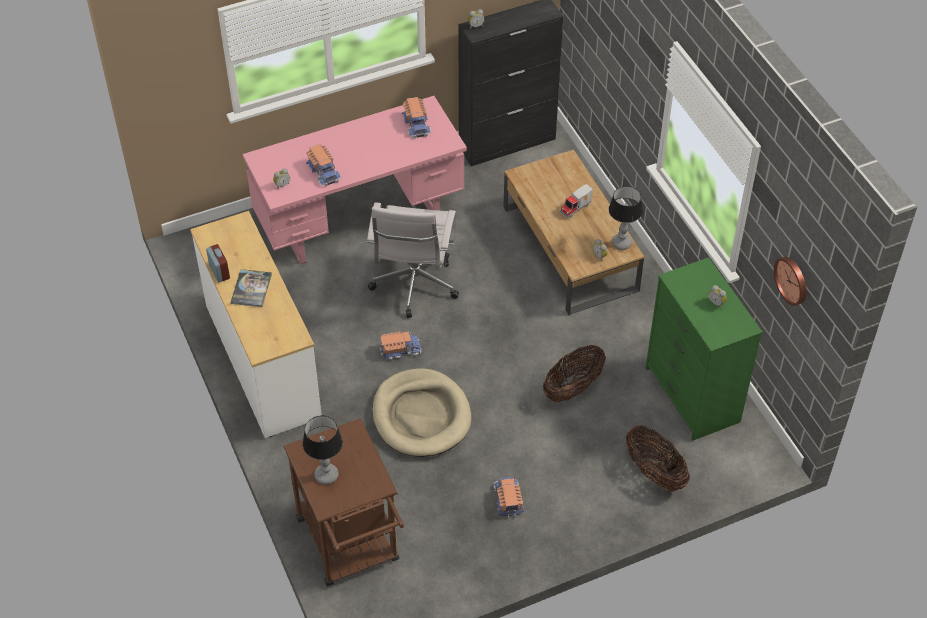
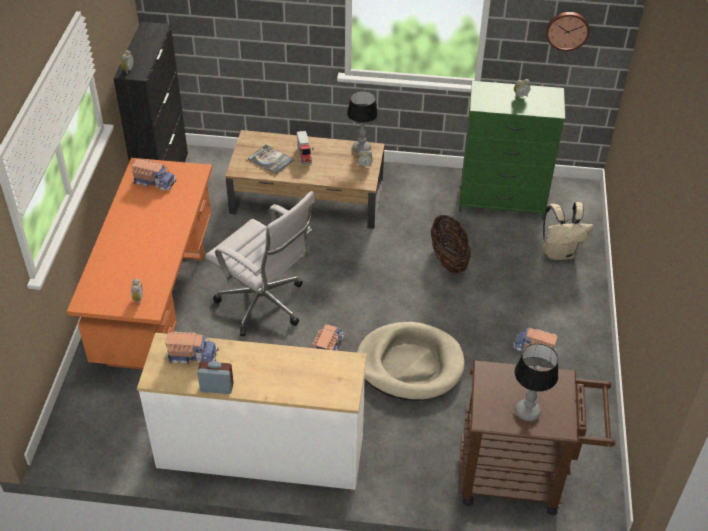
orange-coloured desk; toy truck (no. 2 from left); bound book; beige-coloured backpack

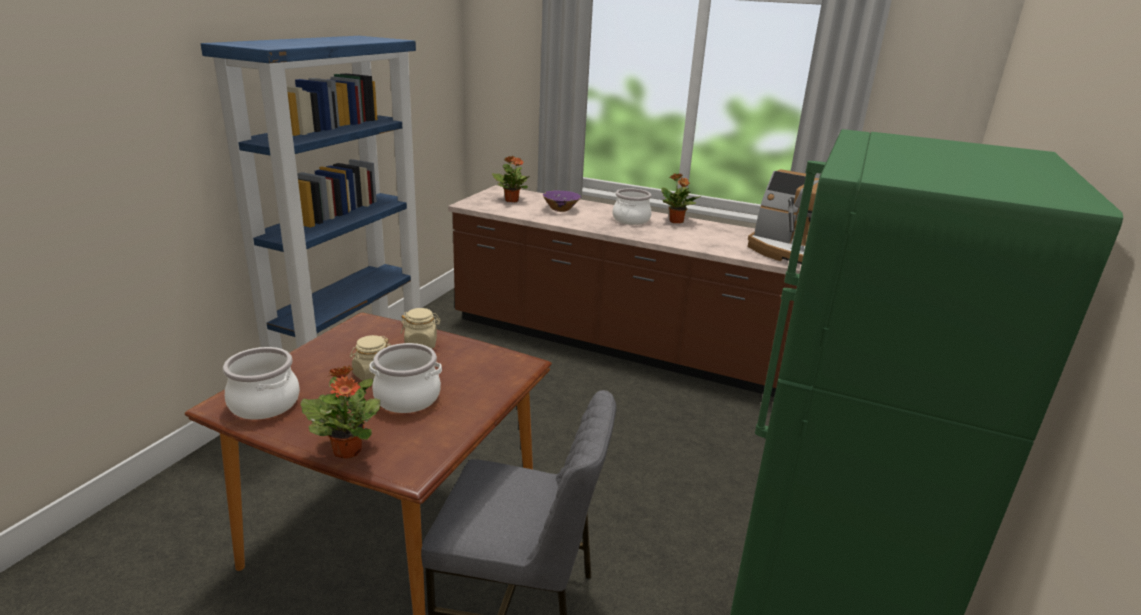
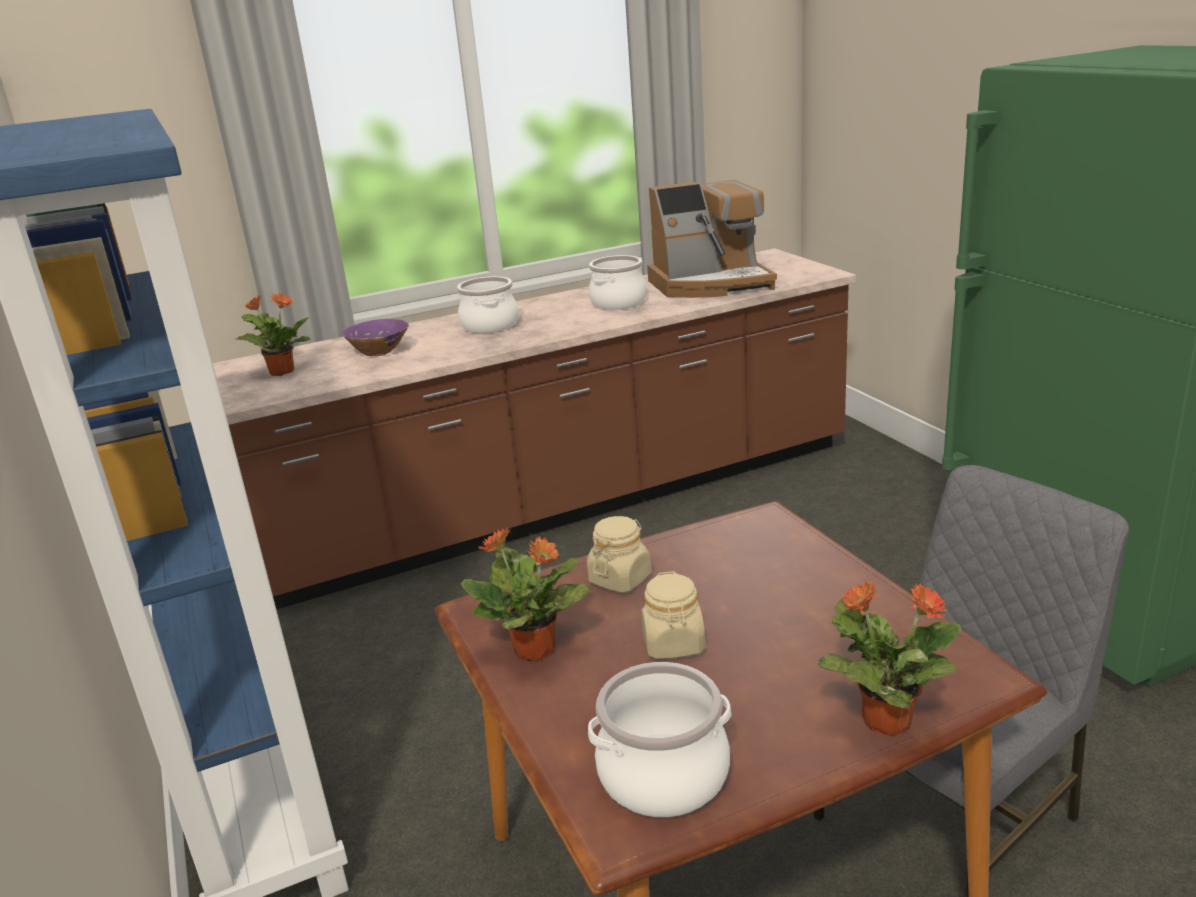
houseplant (no. 2 from left); saucepot (no. 2 from left)

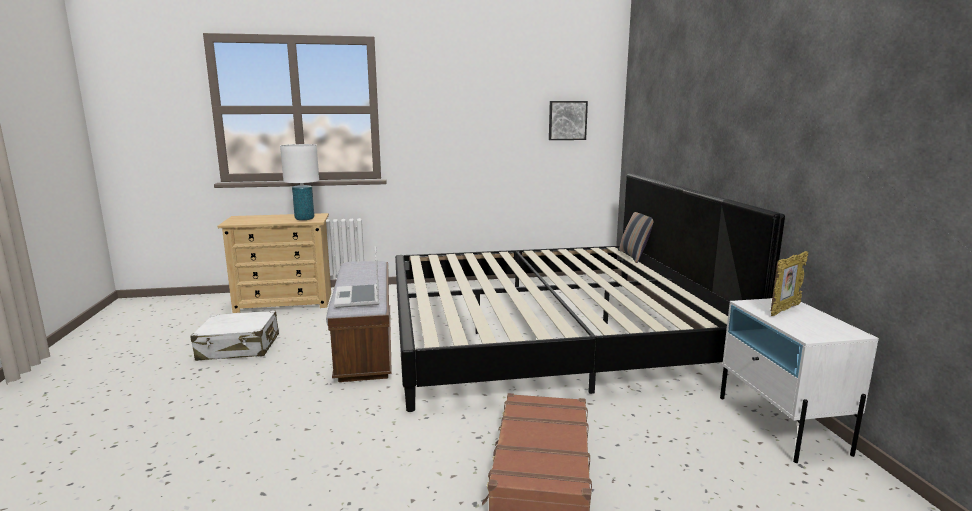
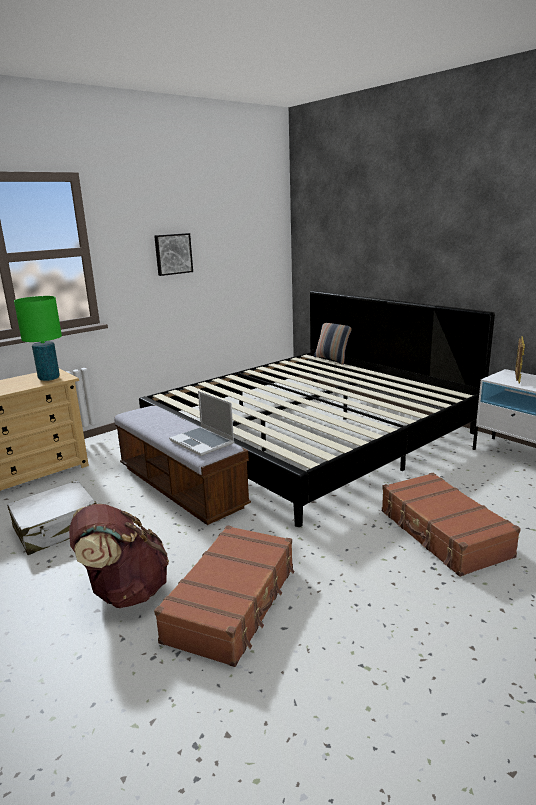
picture; greenish lamp for a table; brownish backpack; brownish piece of luggage (no. 1 from left)

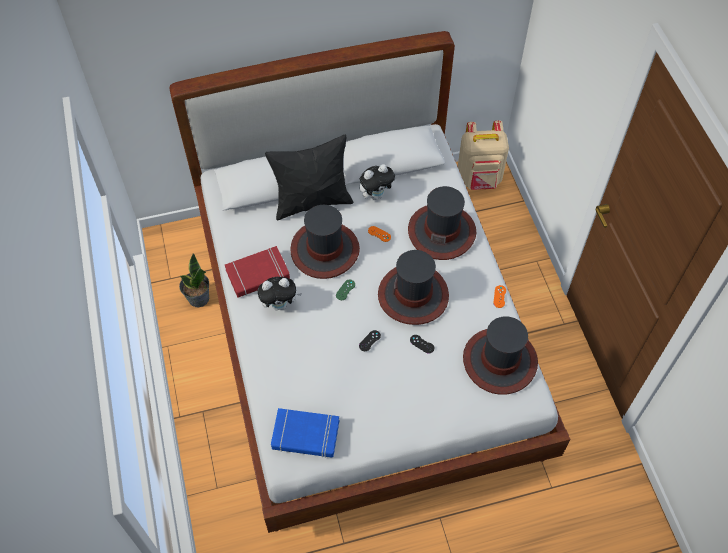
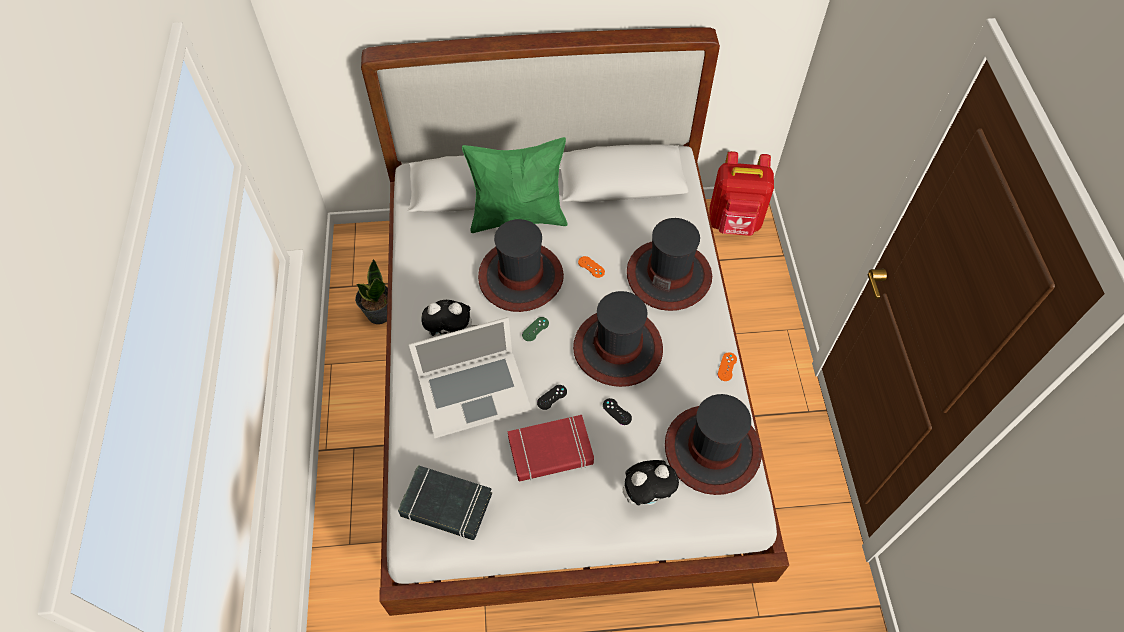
red backpack; greenish cushion; plush toy (no. 2 from left); red bound book; black-coloured bound book; notebook computer

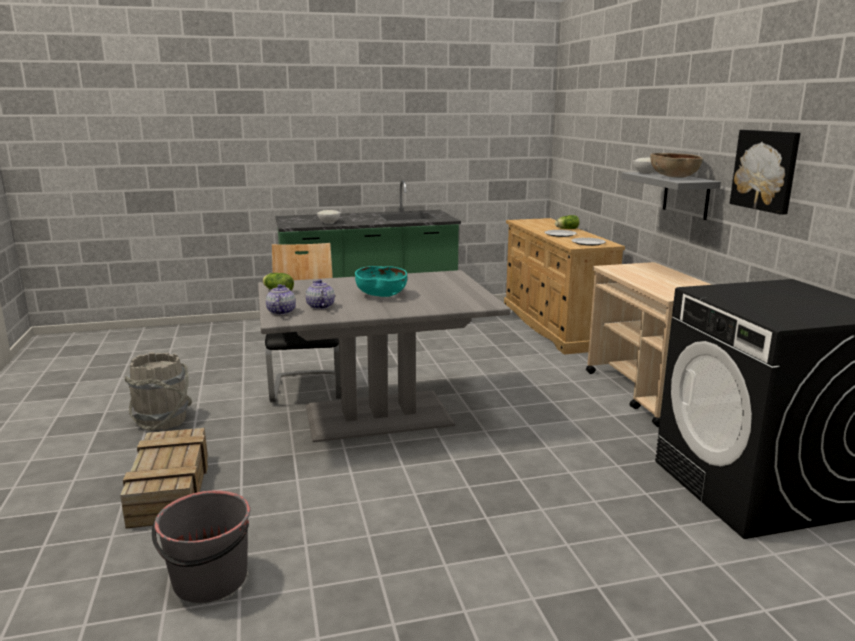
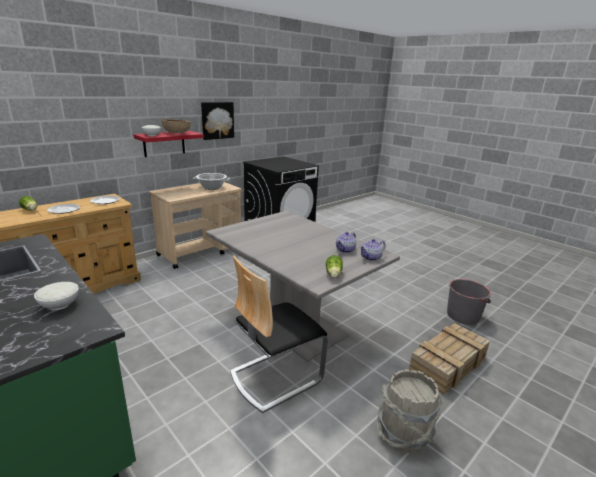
red shelf; turquoise-coloured deep dish; saucepot

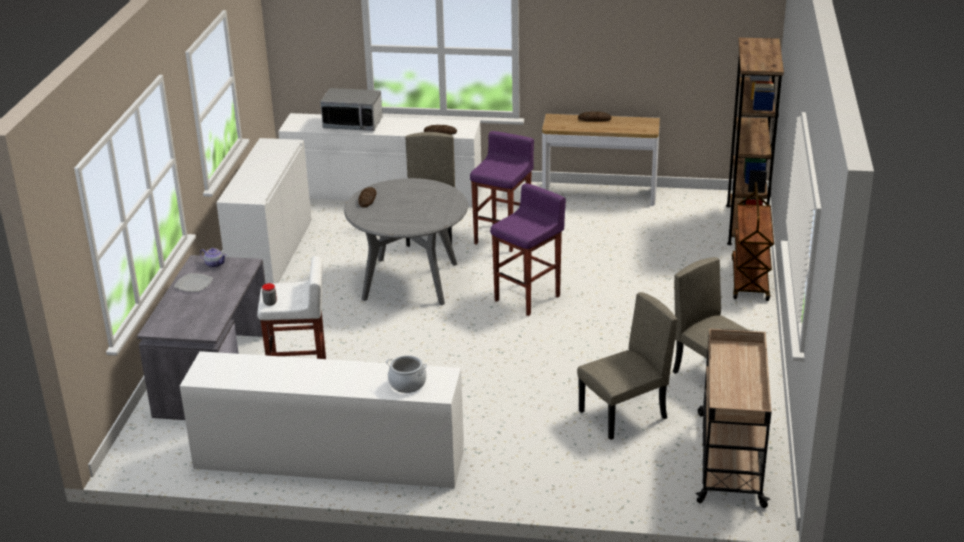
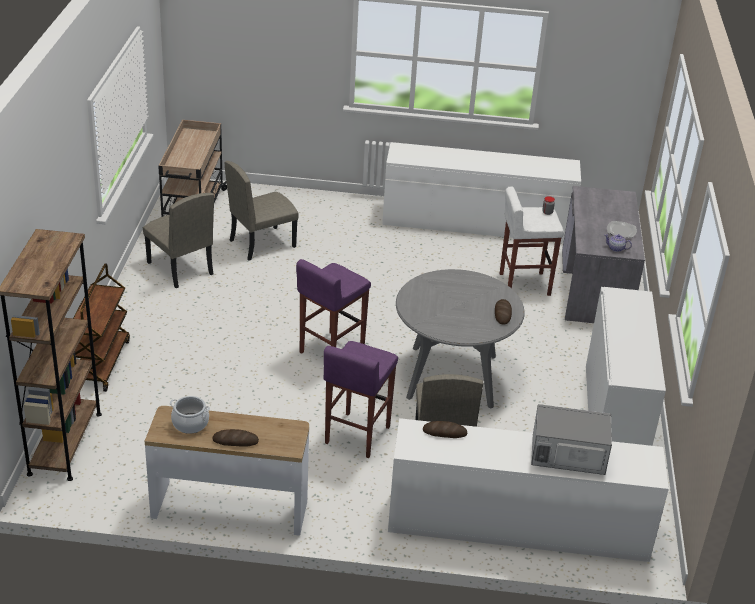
saucepot

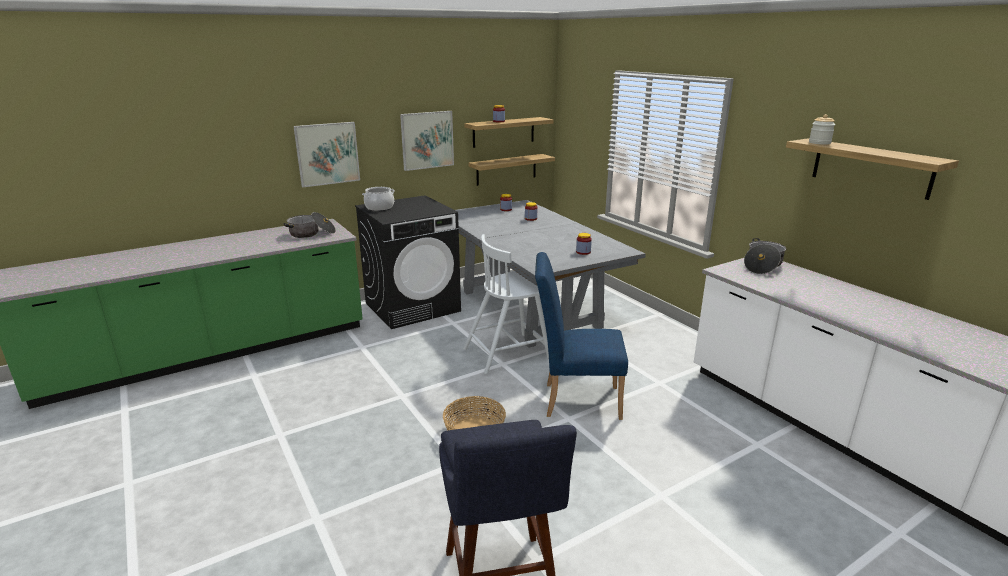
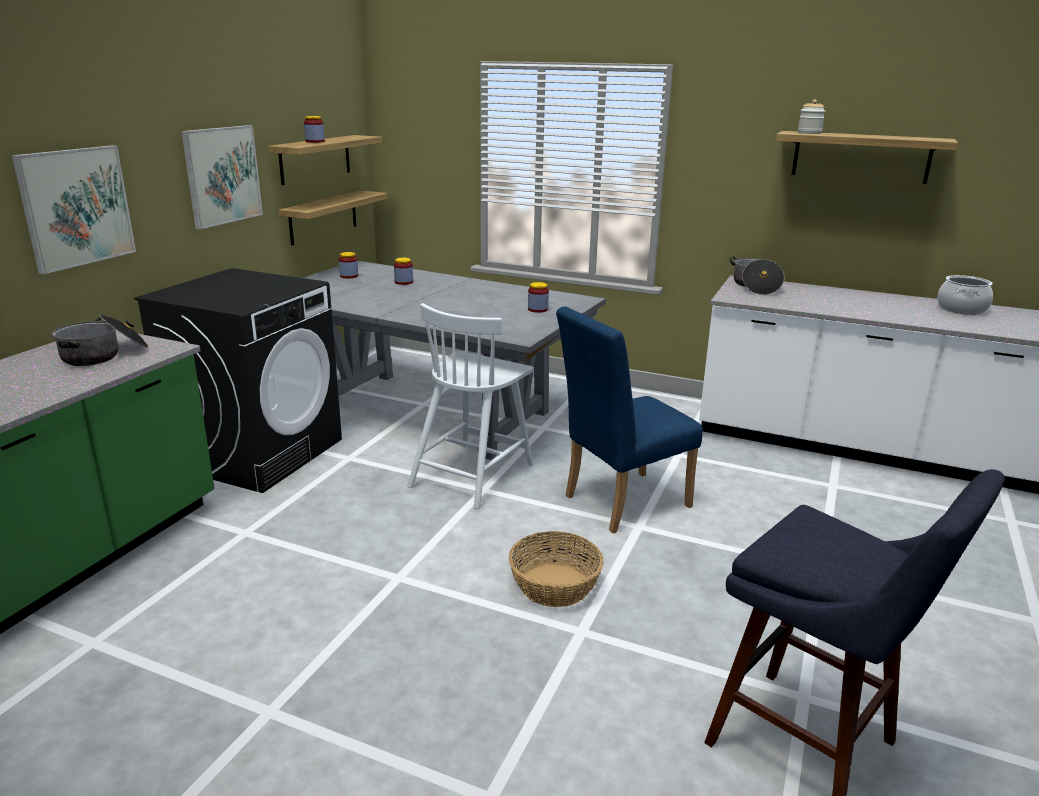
saucepot (no. 3 from left)

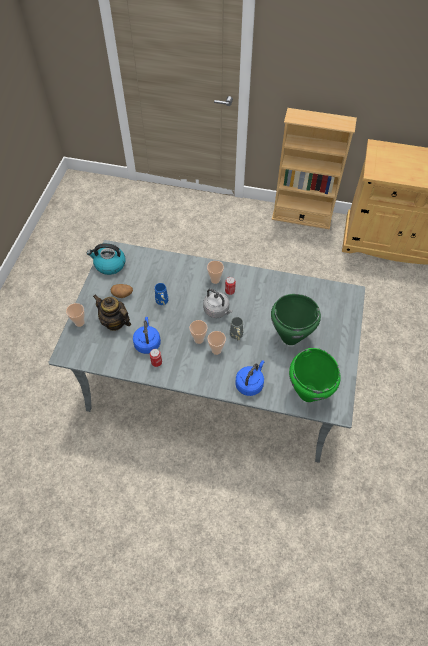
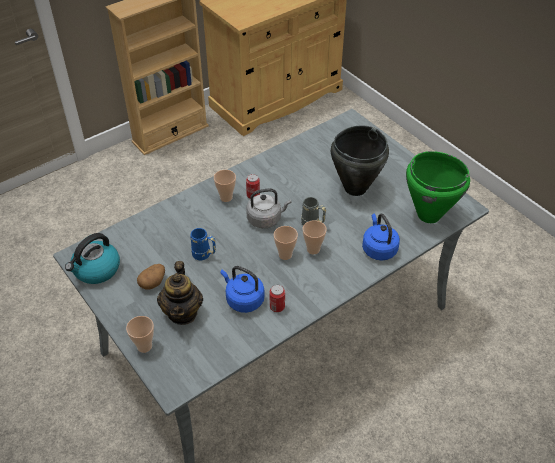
black-coloured saucepot; tea pot

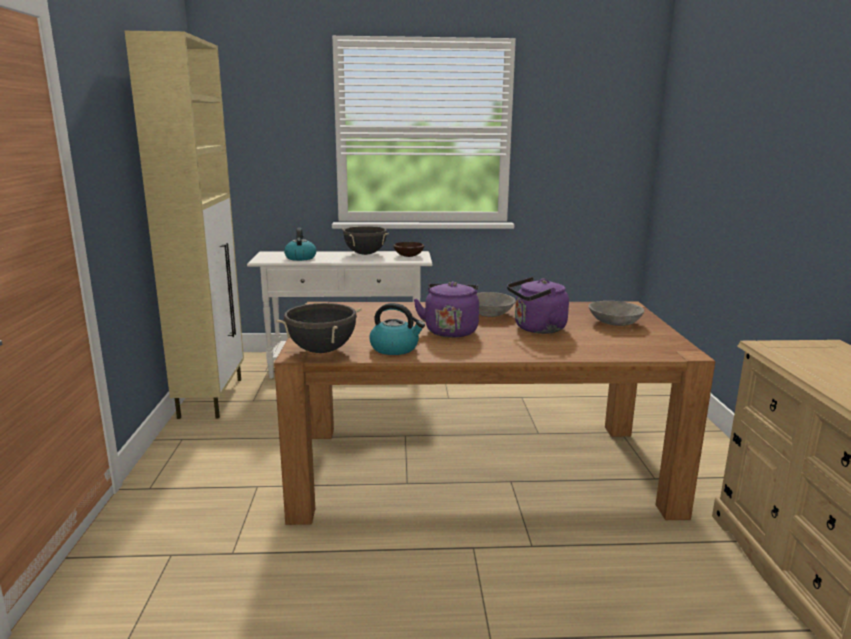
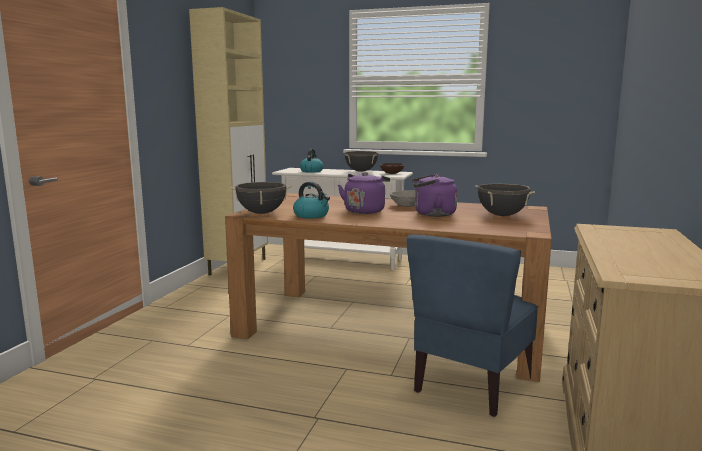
black-coloured saucepot (no. 3 from left); blue-coloured upright chair

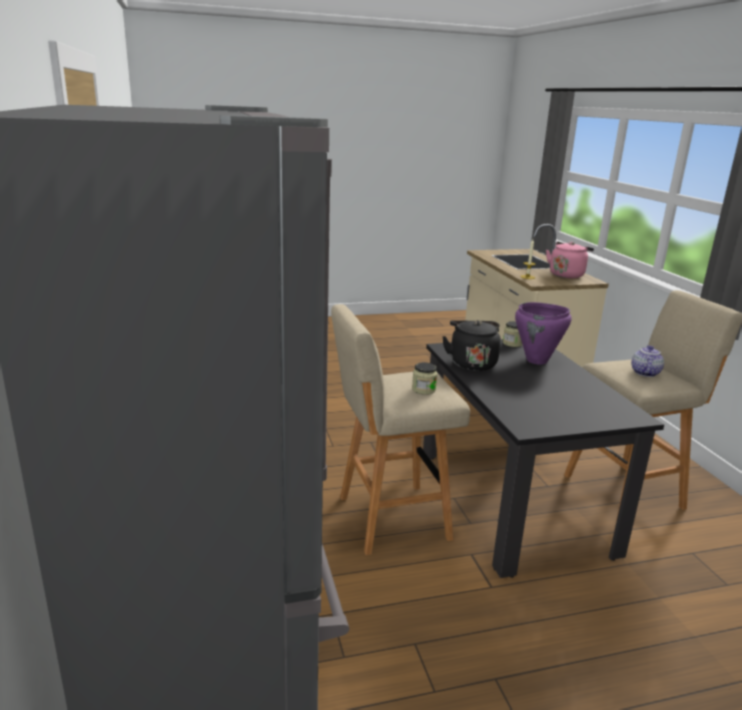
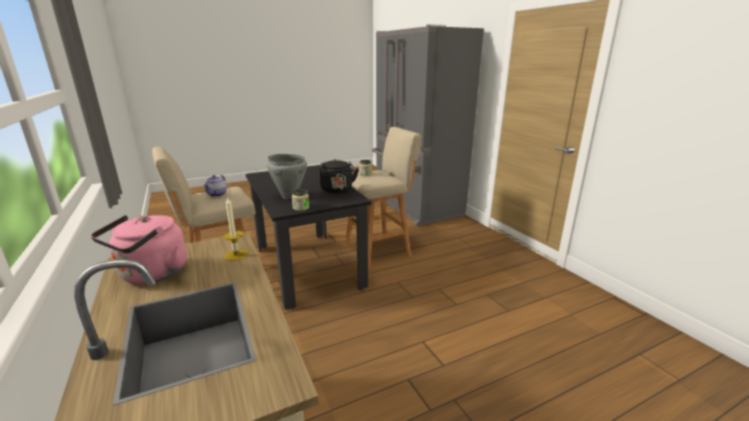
greyish saucepot

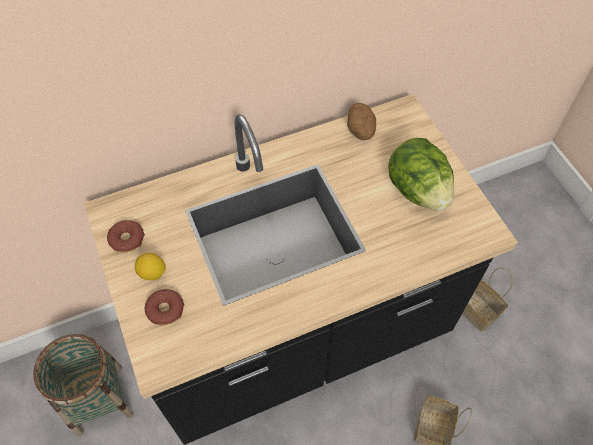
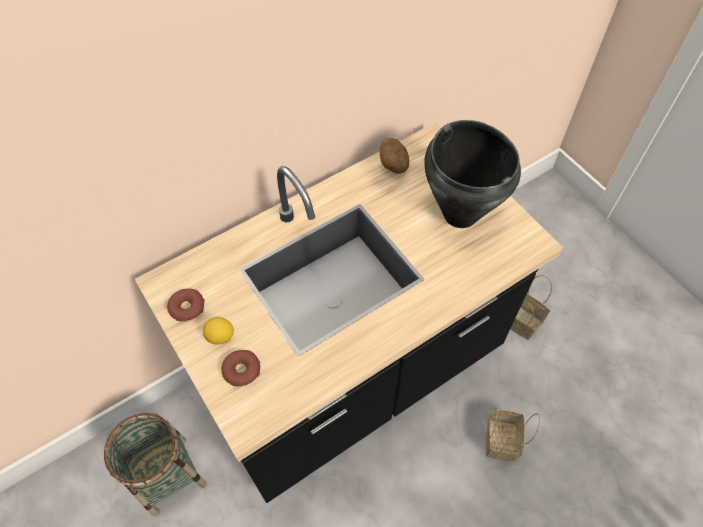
black-coloured saucepot

